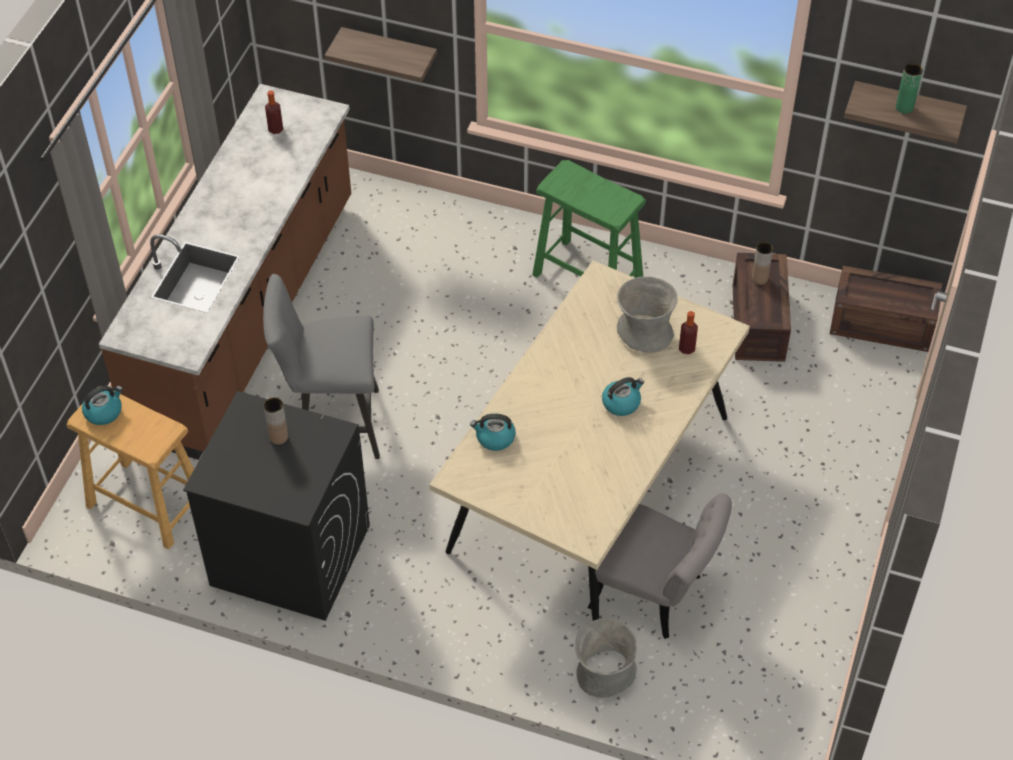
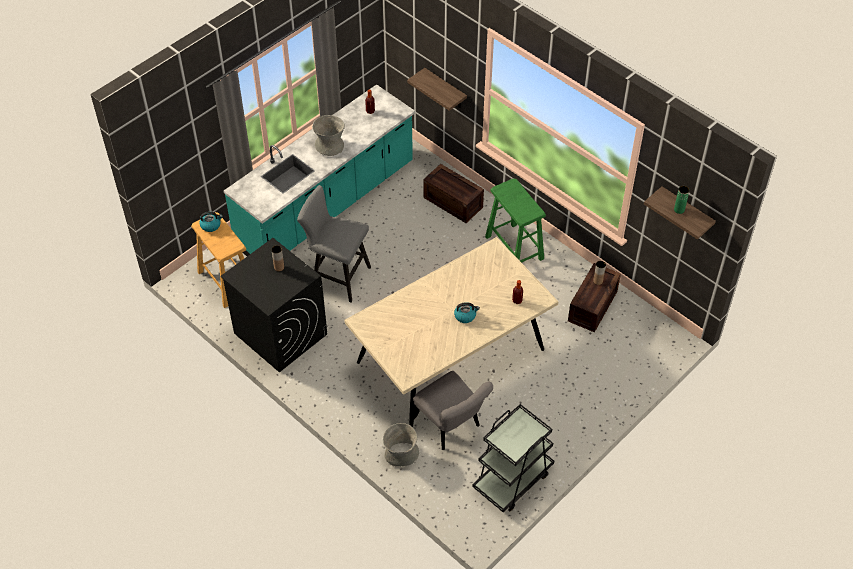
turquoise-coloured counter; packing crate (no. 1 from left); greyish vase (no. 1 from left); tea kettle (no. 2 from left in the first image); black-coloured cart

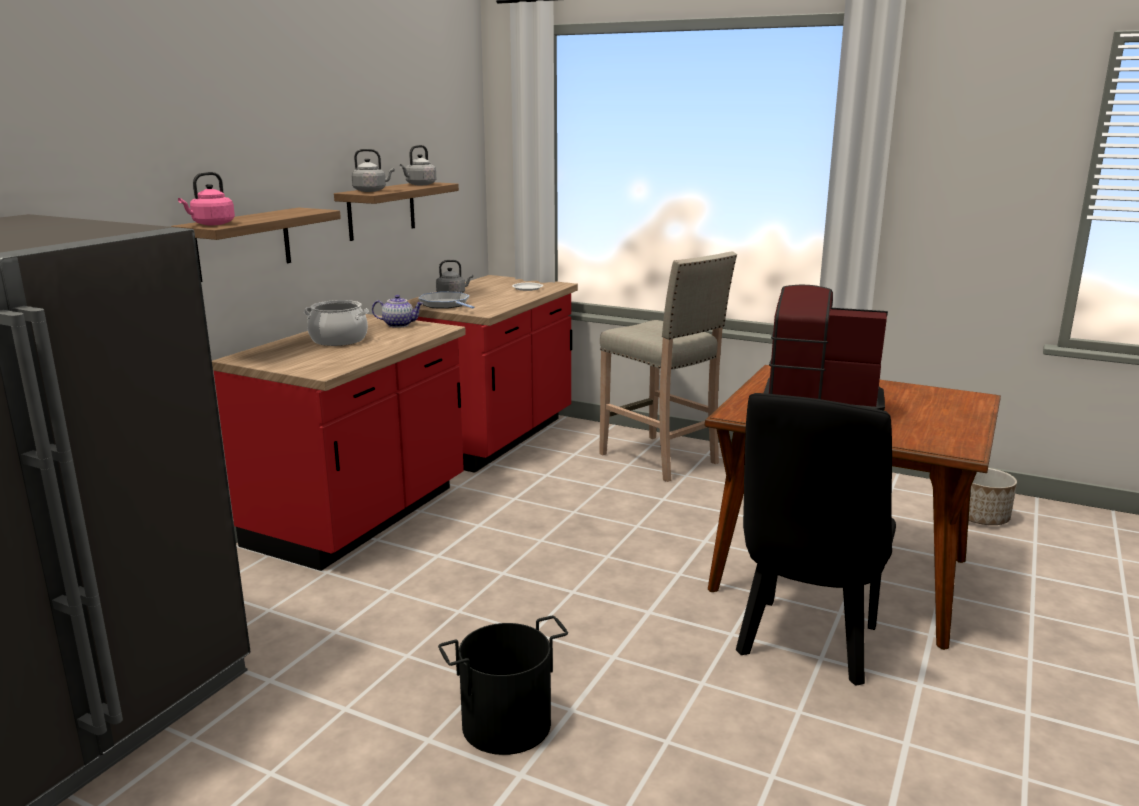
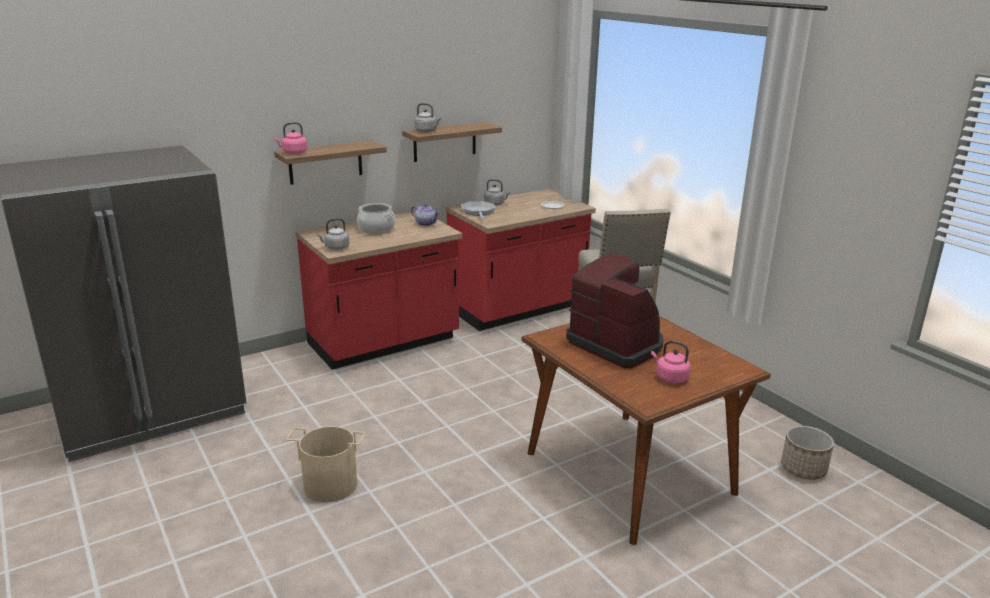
greyish tea kettle (no. 1 from left); black-coloured upright chair; beige-coloured bucket; pink tea kettle (no. 2 from left)

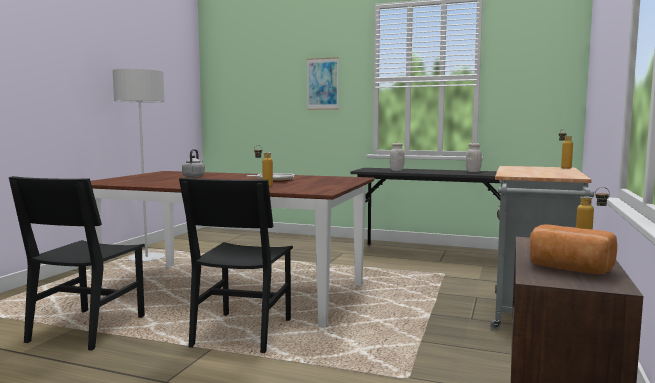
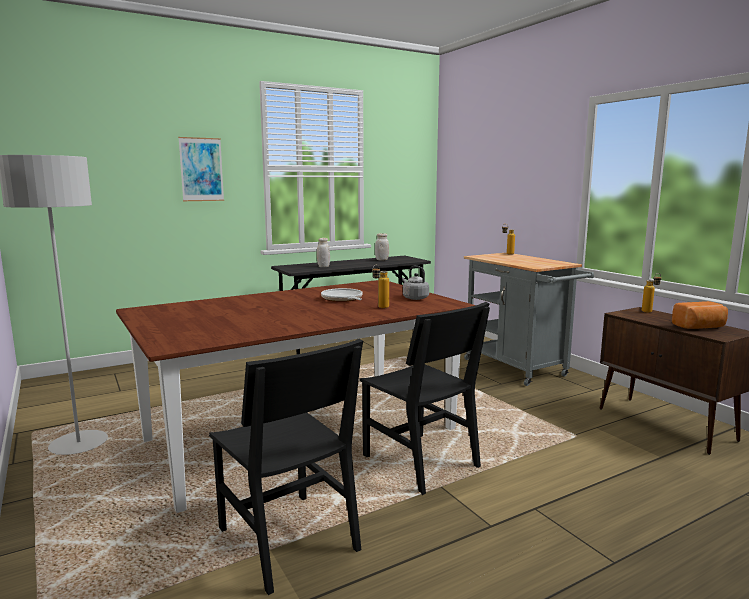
greyish tea kettle

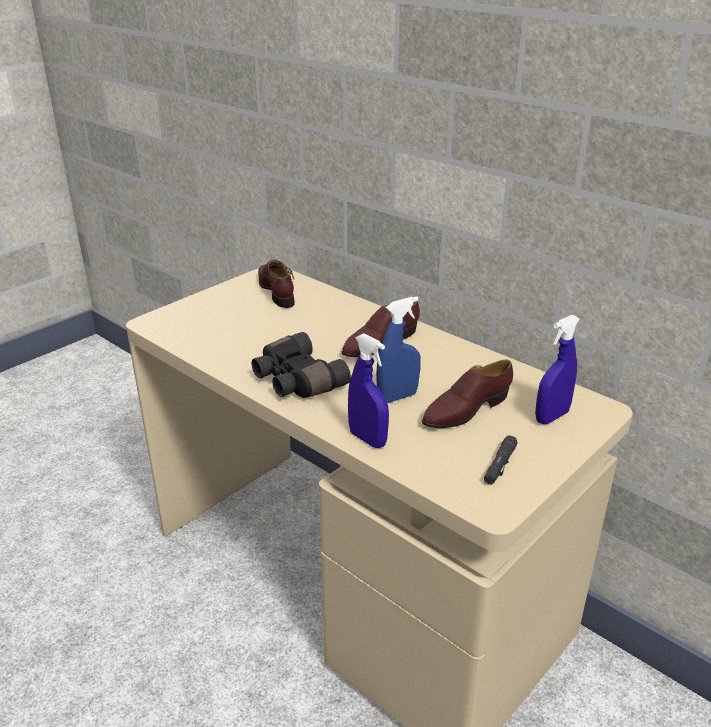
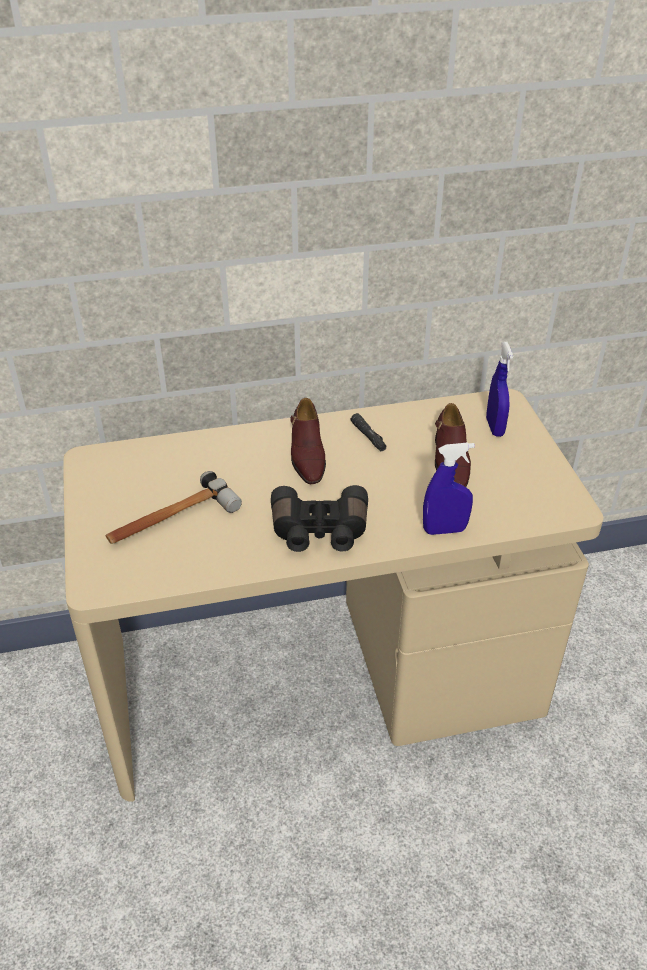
brownish shoe (no. 1 from left in the first image); blue-coloured spray bottle (no. 2 from left in the first image); black-coloured torch; tool hammer

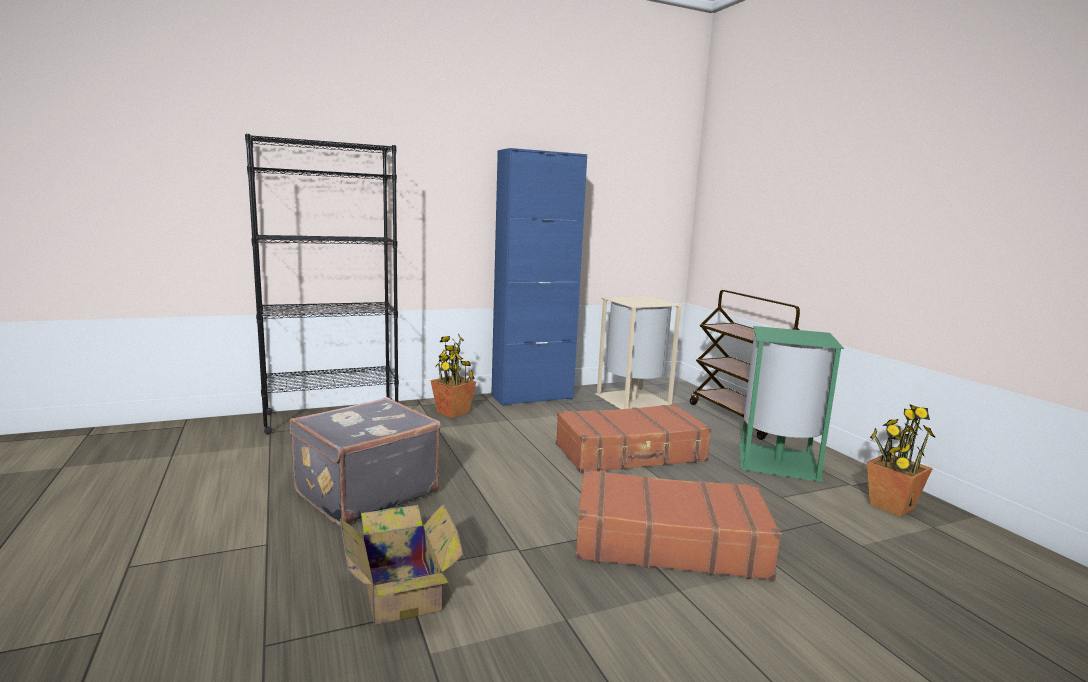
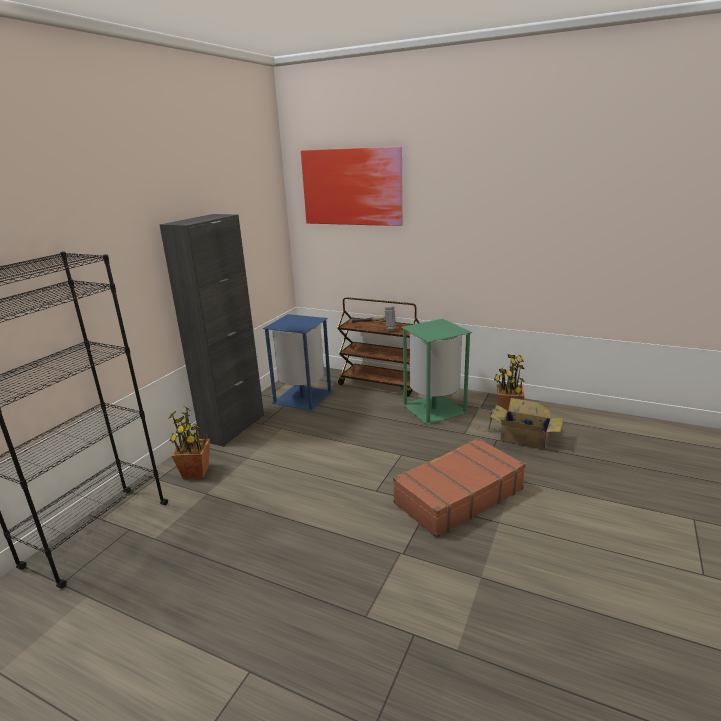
black-coloured cabinet; blue-coloured rubbish bin; greyish piece of luggage; brownish piece of luggage (no. 1 from left in the first image); packing box; picture; tool hammer

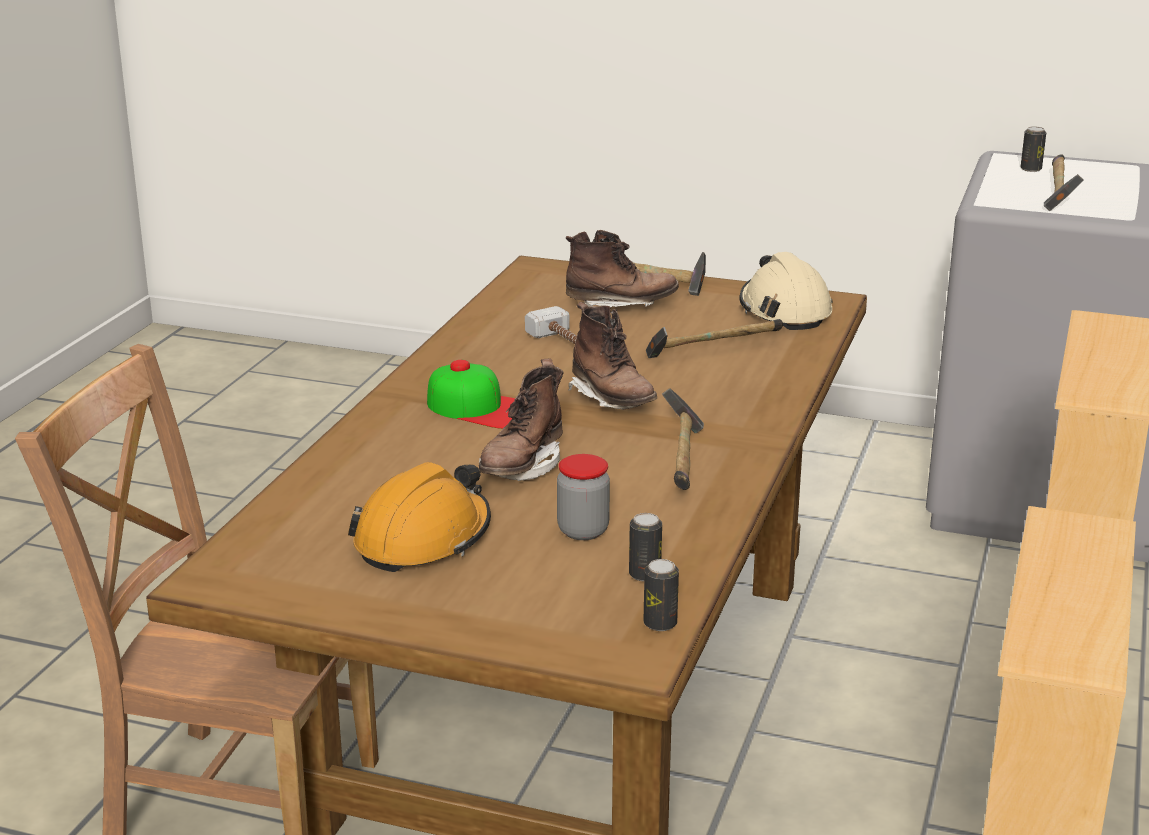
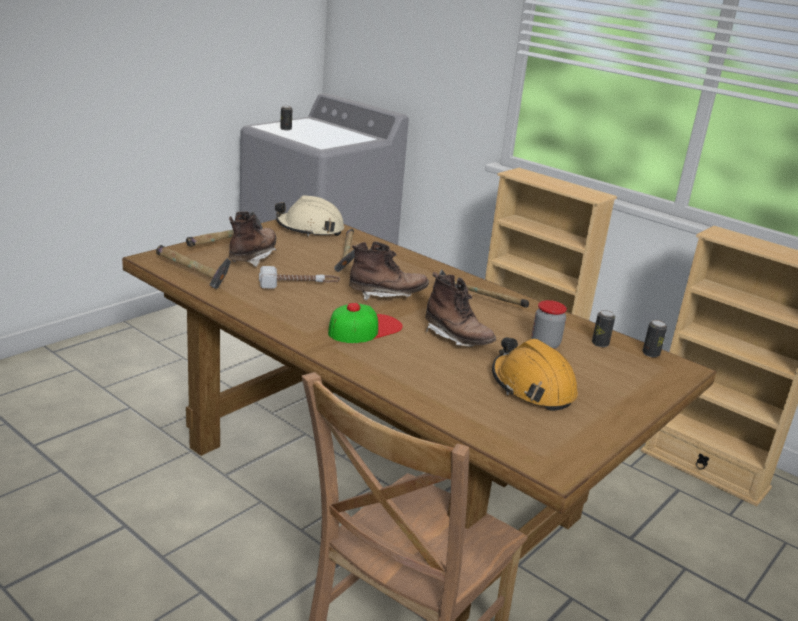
tool hammer (no. 1 from left)

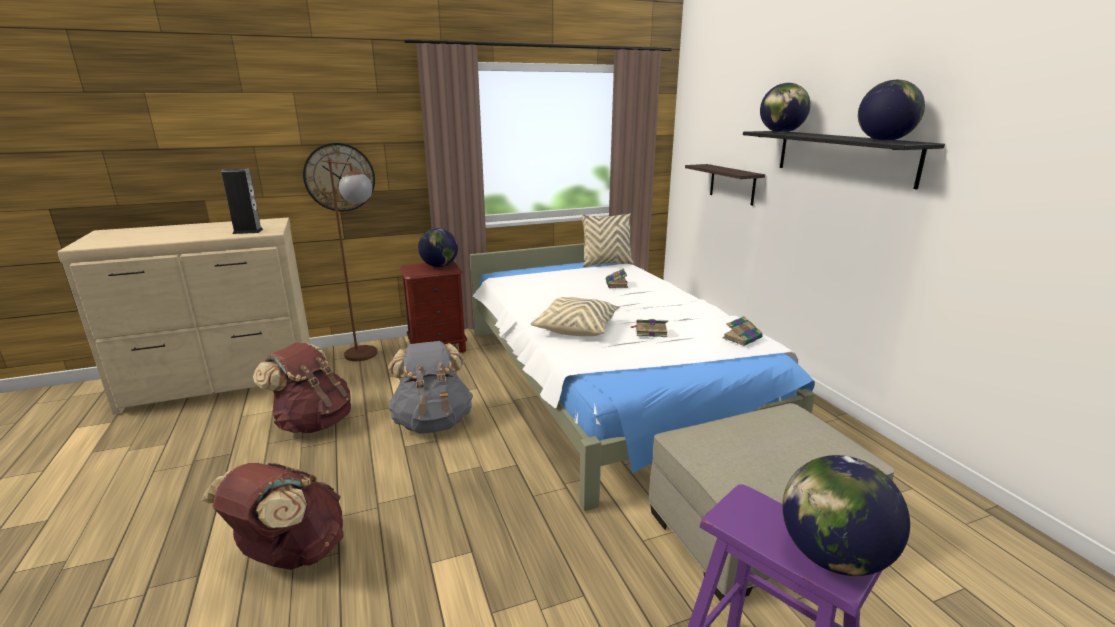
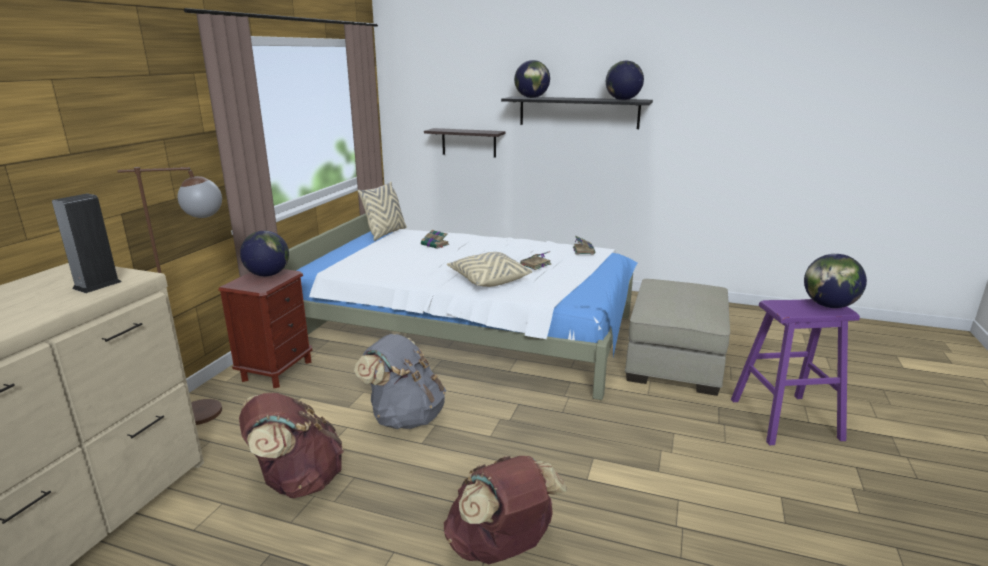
clock on the wall

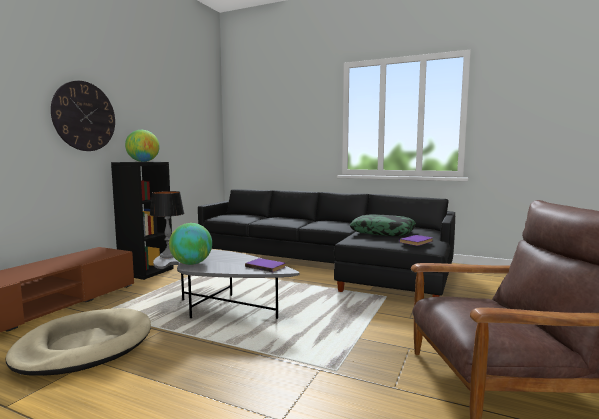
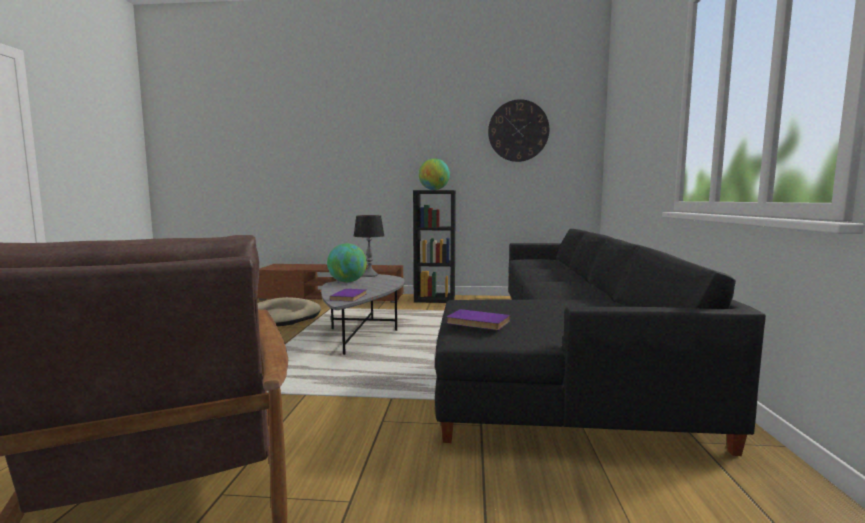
clock on the wall; cushion

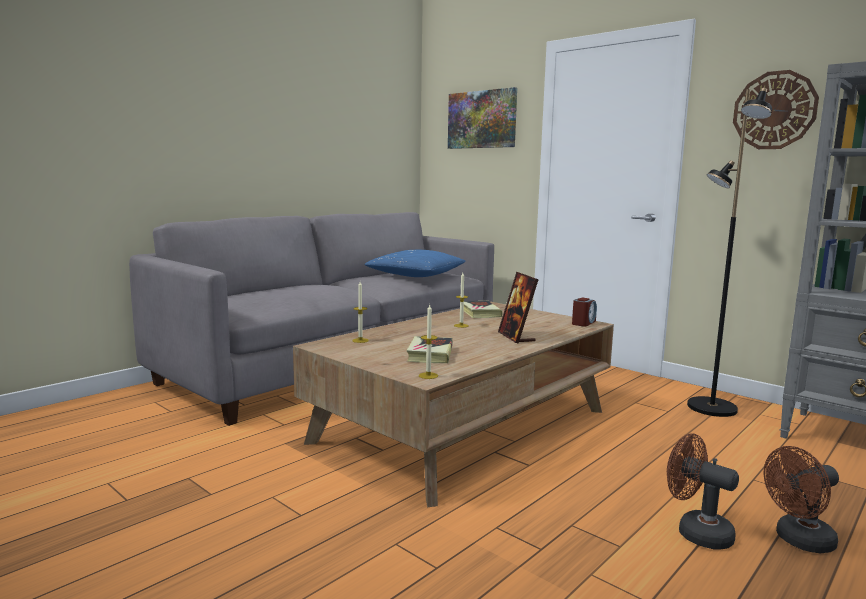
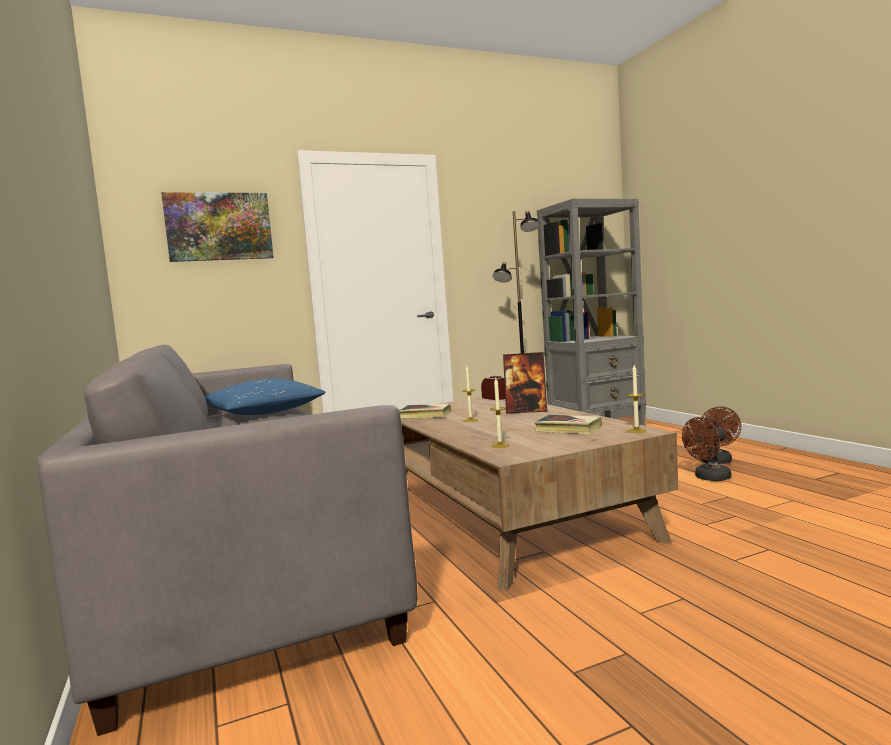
clock on the wall

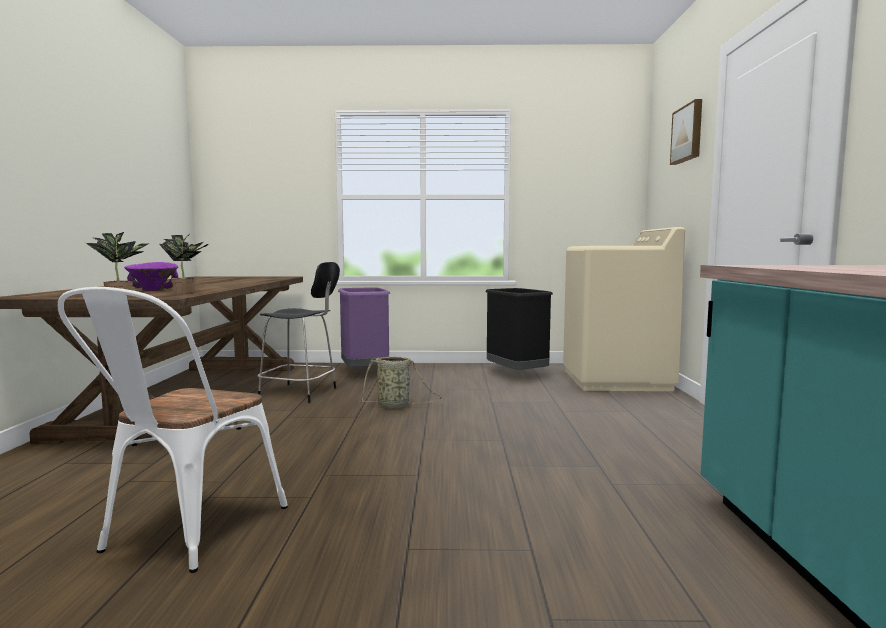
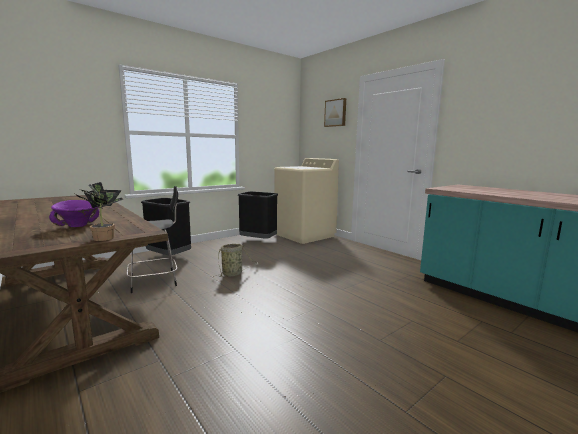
houseplant (no. 2 from left in the first image); whitish upright chair; black-coloured rubbish bin (no. 1 from left)

